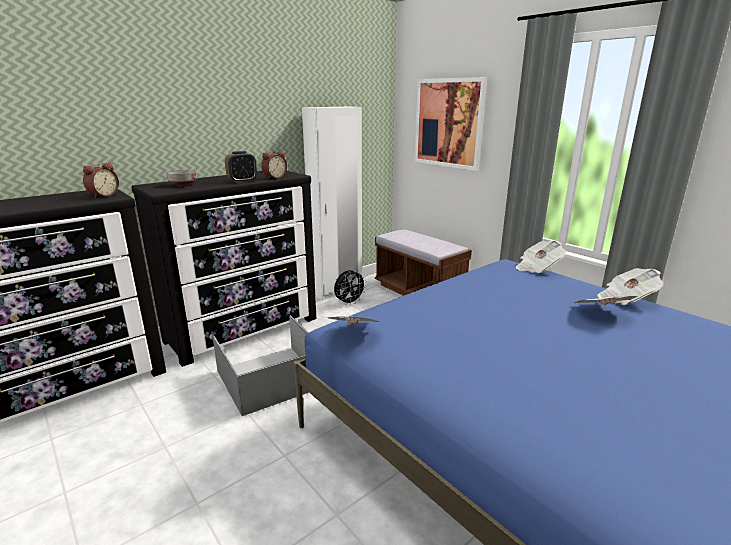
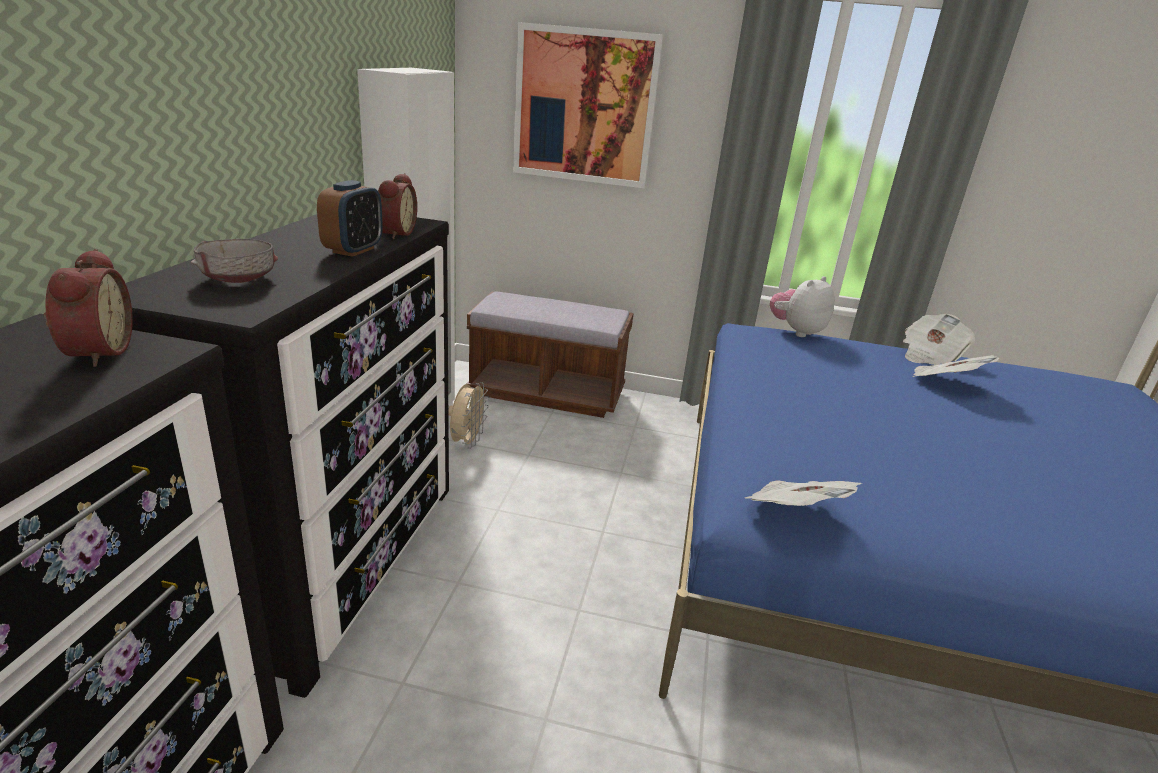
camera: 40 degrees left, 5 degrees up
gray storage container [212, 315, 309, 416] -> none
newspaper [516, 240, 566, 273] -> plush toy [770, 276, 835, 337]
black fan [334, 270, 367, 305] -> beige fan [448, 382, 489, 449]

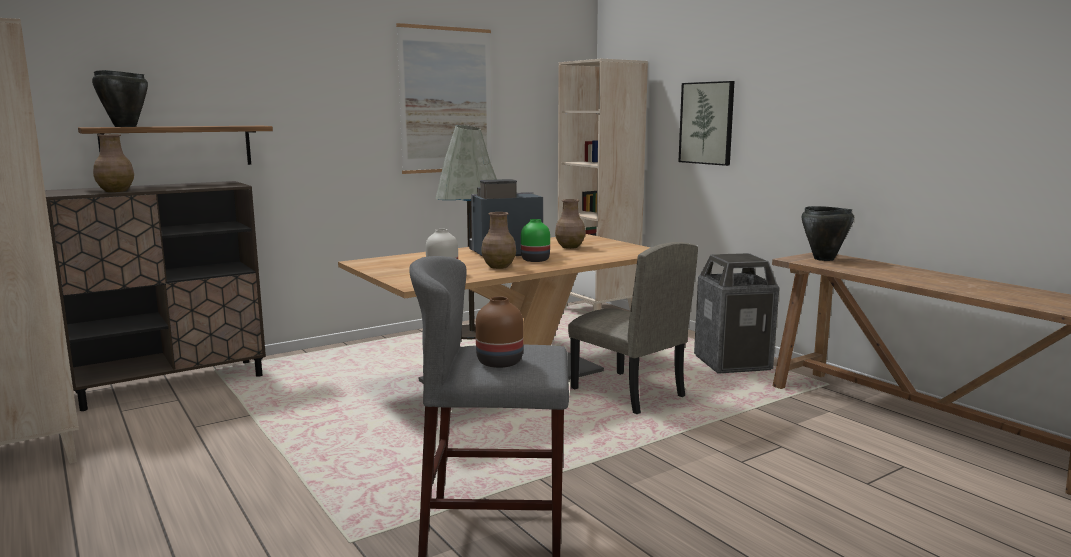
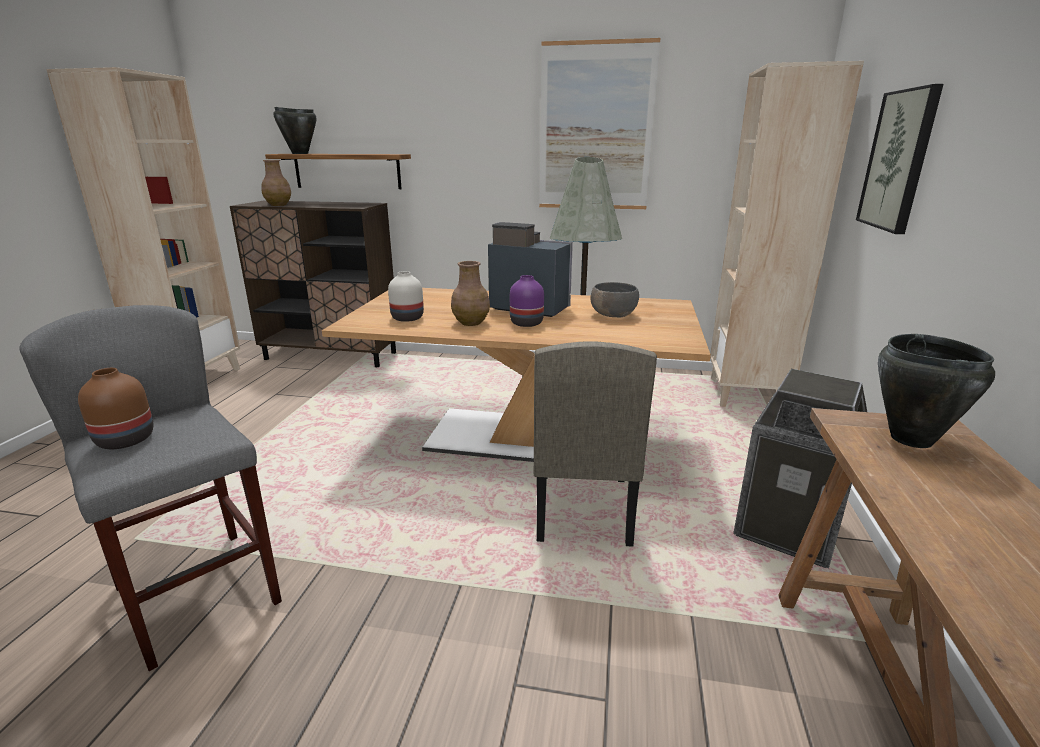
camera: 45 degrees right, 10 degrees up
brown-coloured flower vase [555, 199, 585, 249] -> gray serving bowl [591, 282, 639, 317]
green flower vase [521, 219, 550, 262] -> purple flower vase [510, 275, 544, 327]

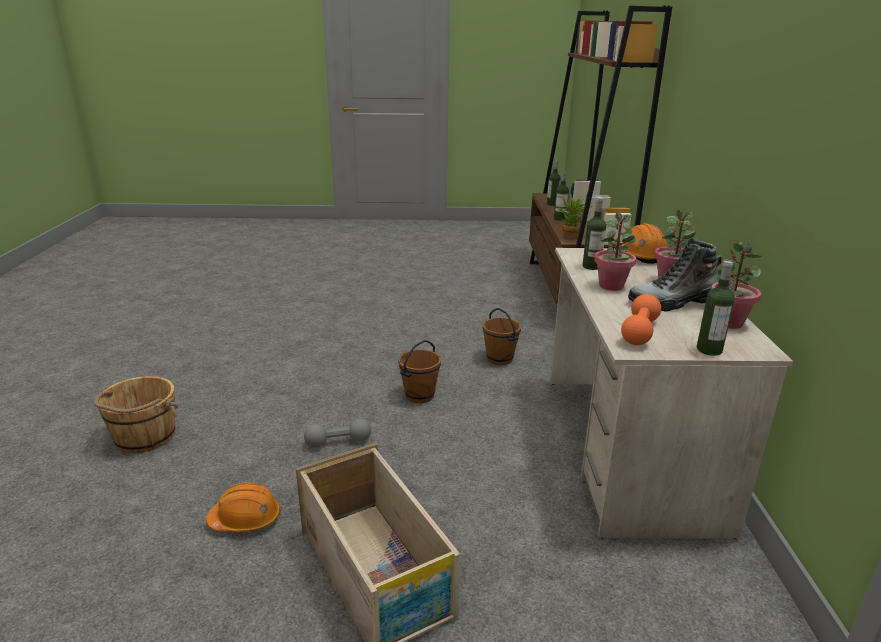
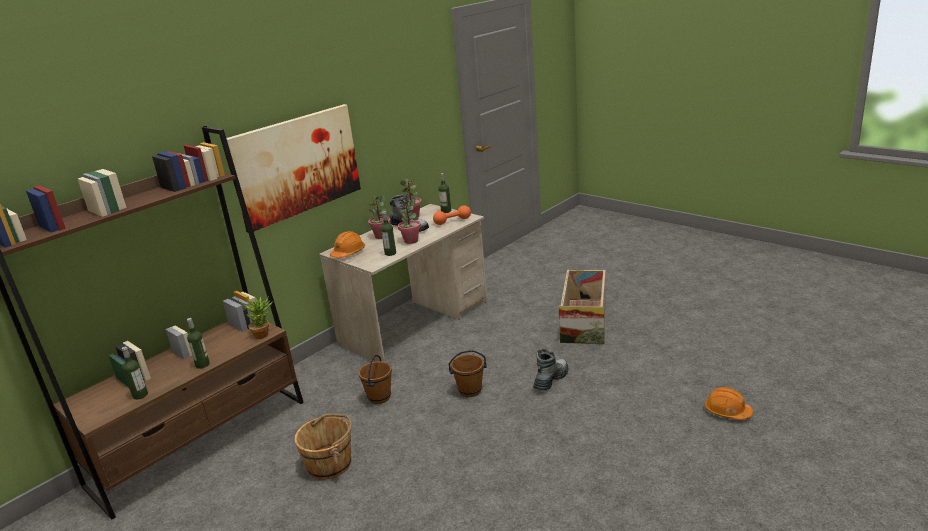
camera: 135 degrees left, 0 degrees up
none -> wall picture [226, 104, 361, 232]
brown-coloured pail [94, 376, 178, 453] -> brown-coloured pail [294, 413, 352, 480], shifted
orange-coloured work helmet [206, 482, 281, 532] -> orange-coloured work helmet [705, 387, 753, 420], shifted
gray free weight [304, 419, 371, 448] -> tall boot [533, 349, 568, 391]

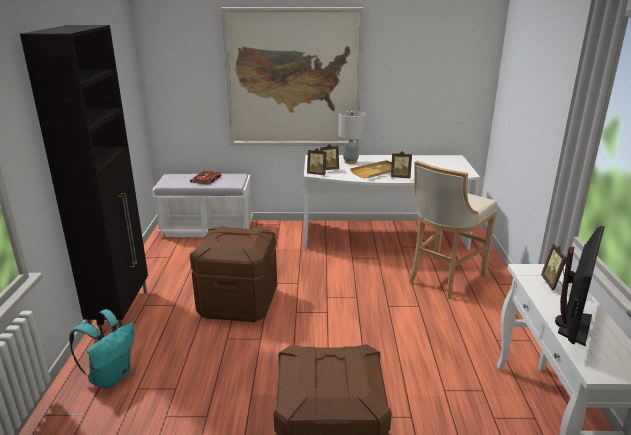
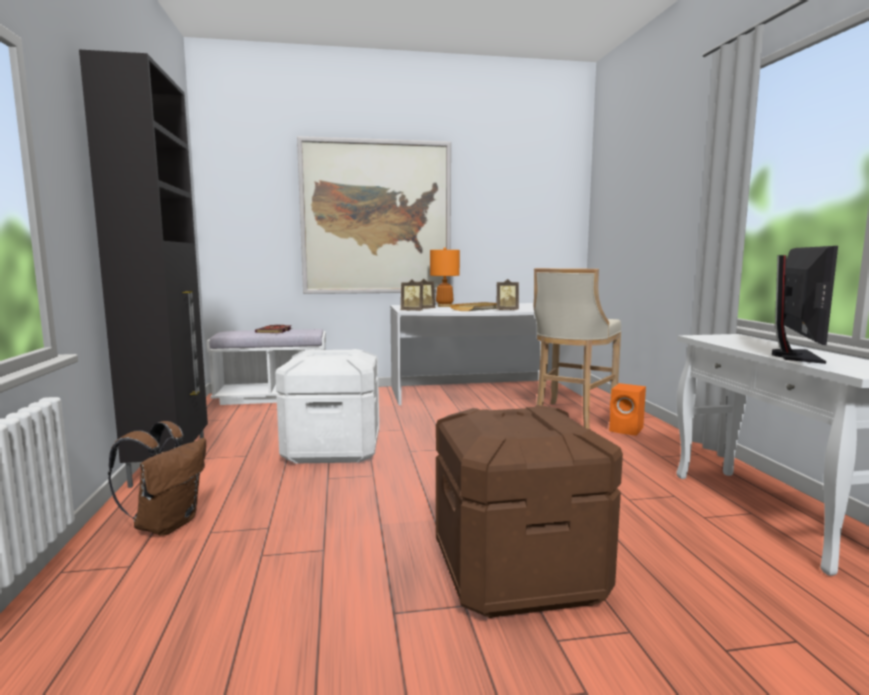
camera: 10 degrees left, 15 degrees down
picture frame [541, 243, 567, 290] -> none
none -> orange-coloured loudspeaker [609, 383, 646, 436]
blue-green rucksack [69, 309, 134, 389] -> brown-coloured rucksack [108, 421, 206, 535]
brown-coloured storage container [190, 226, 277, 323] -> white-coloured storage container [275, 349, 379, 463]
gray tabletop lamp [338, 110, 366, 164] -> orange-coloured tabletop lamp [430, 247, 460, 307]

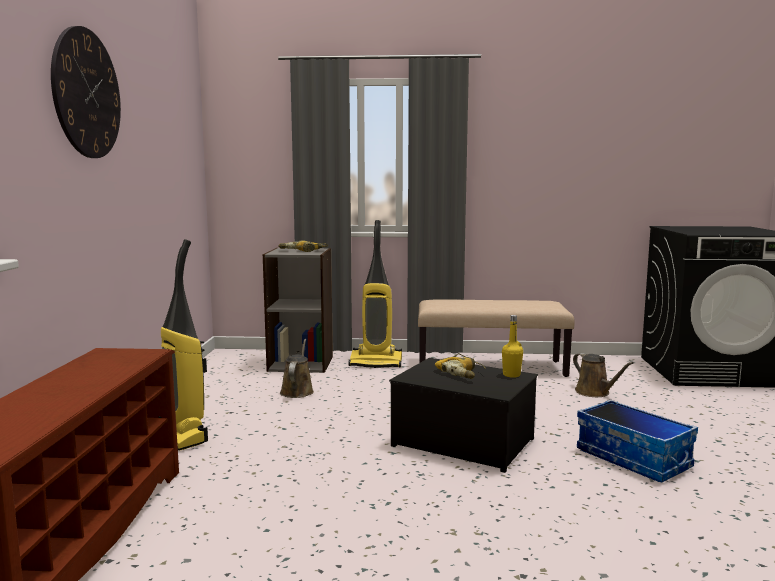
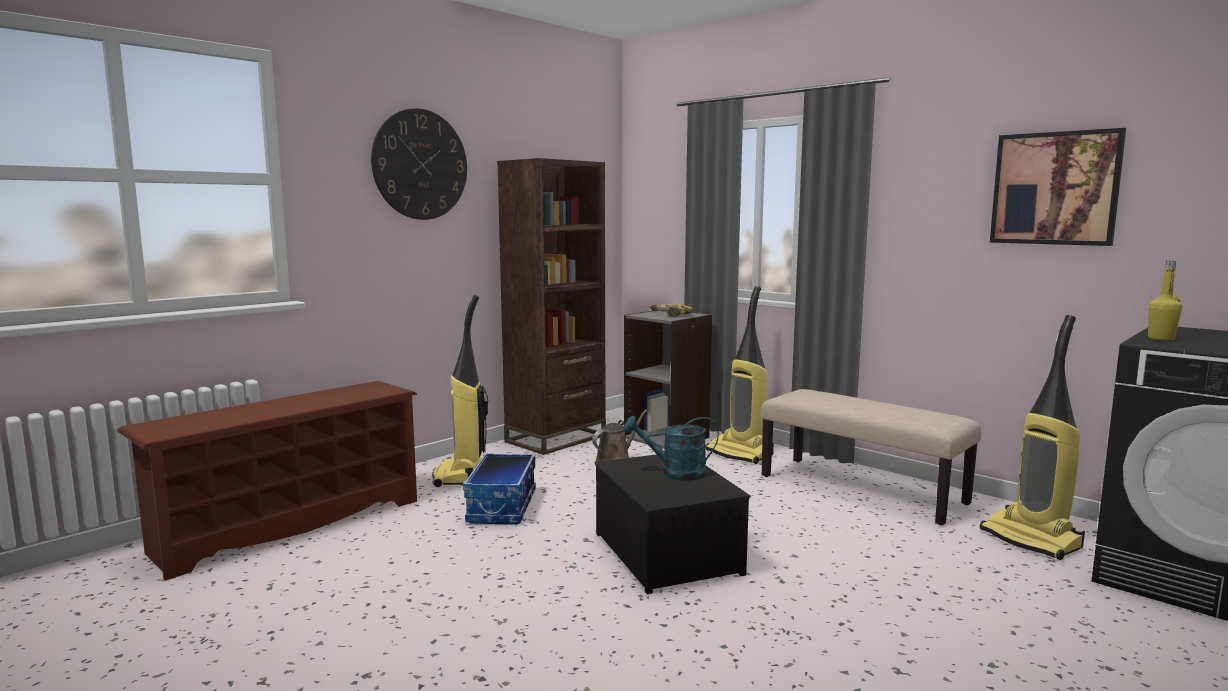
camera: 40 degrees right, 0 degrees up
brown-coloured sprinkling can [573, 353, 634, 397] -> none
none -> brown-coloured shelving unit [497, 158, 606, 455]
none -> hoover [980, 315, 1085, 560]
none -> wall picture [990, 128, 1126, 246]
yellow drink bottle [502, 315, 523, 378] -> yellow drink bottle [1148, 261, 1182, 340], shifted
storage container [577, 400, 698, 482] -> storage container [463, 453, 536, 525], shifted
electric drill [435, 353, 486, 379] -> blue-green sprinkling can [623, 416, 719, 480]

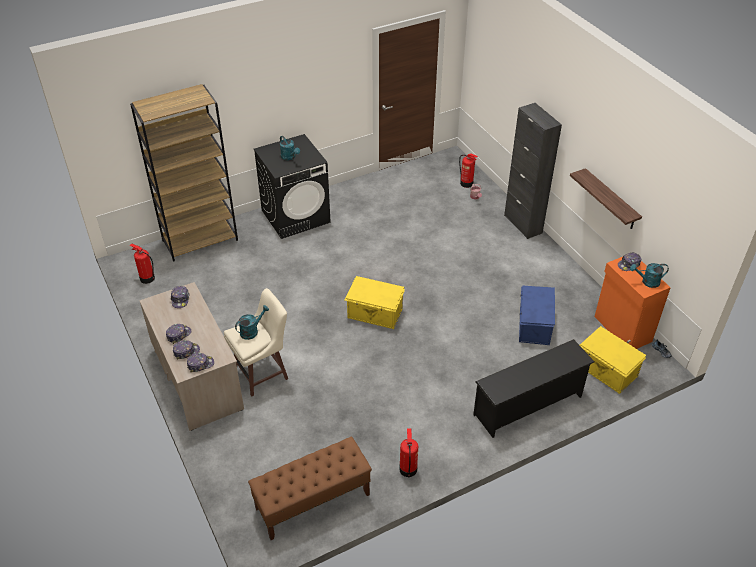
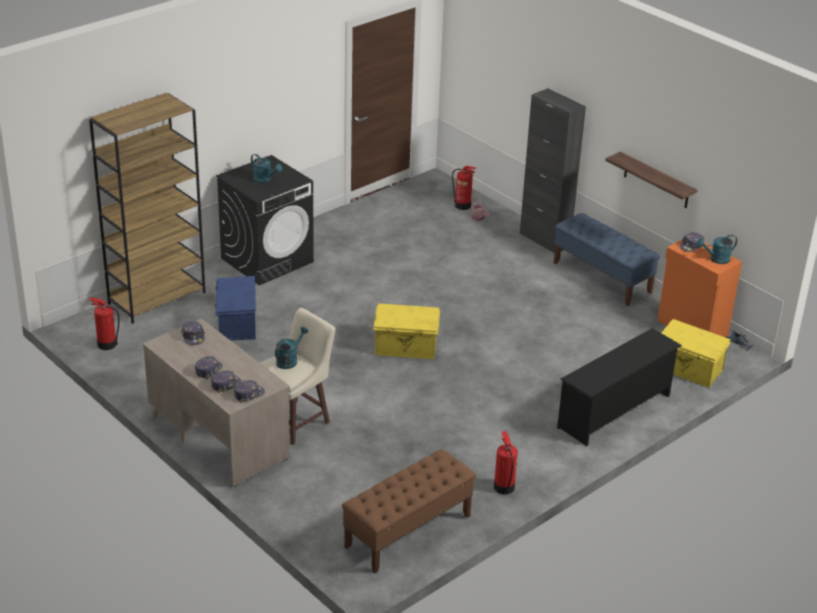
camera: 15 degrees left, 10 degrees down
none -> bluish indoor bench [554, 213, 660, 306]
bluish storage container [519, 286, 555, 345] -> bluish storage container [215, 276, 256, 340], shifted

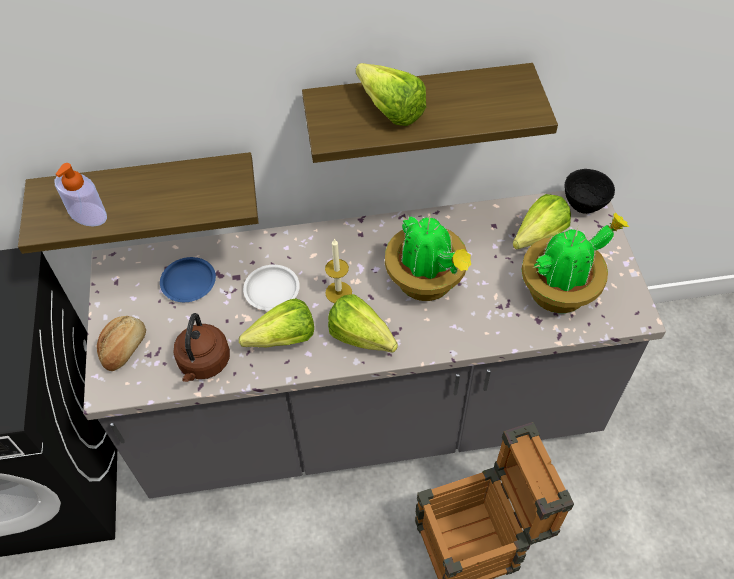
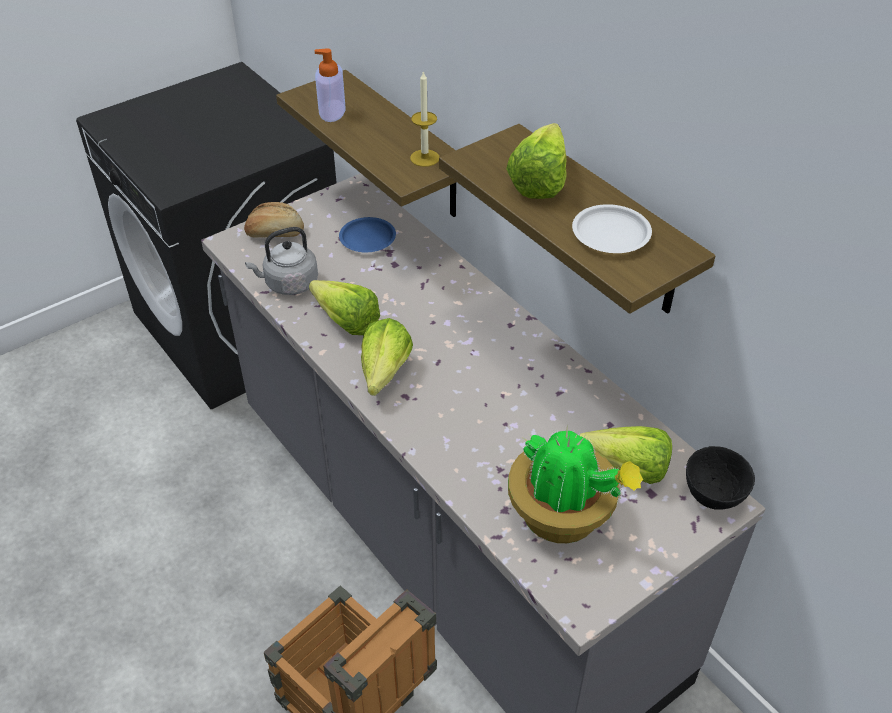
camera: 60 degrees right, 10 degrees down
houseplant [385, 213, 471, 301] -> none
white-coloured flat dish [243, 265, 300, 311] -> white-coloured flat dish [572, 204, 652, 253], shifted
wax candle [325, 238, 352, 303] -> wax candle [410, 70, 439, 167], shifted
brown-coloured water kettle [173, 313, 230, 382] -> gray water kettle [245, 227, 318, 295]

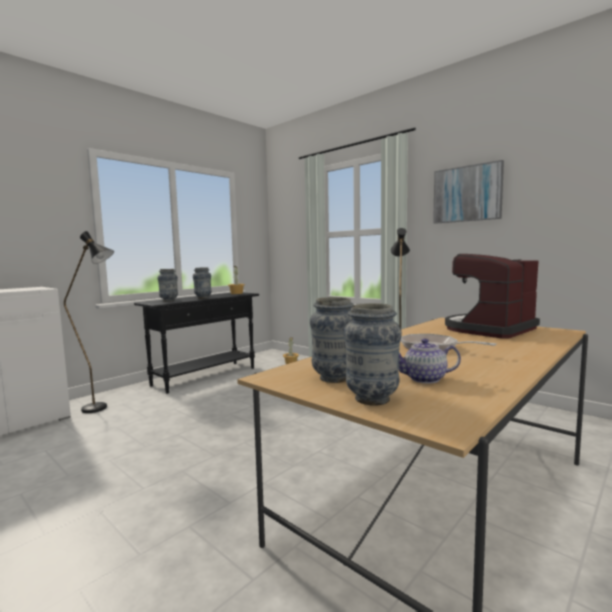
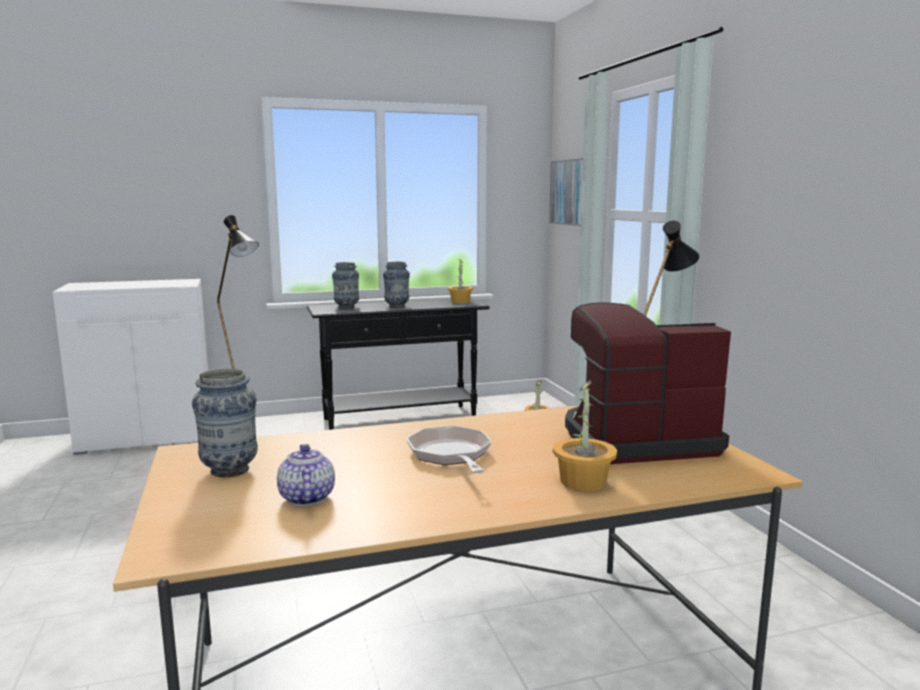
camera: 30 degrees right, 5 degrees up
flower vase [343, 303, 402, 406] -> none
none -> houseplant [553, 380, 617, 491]
wall picture [433, 160, 504, 224] -> wall picture [549, 158, 583, 226], shifted
teapot [399, 338, 461, 384] -> teapot [277, 444, 335, 506], 45 degrees clockwise

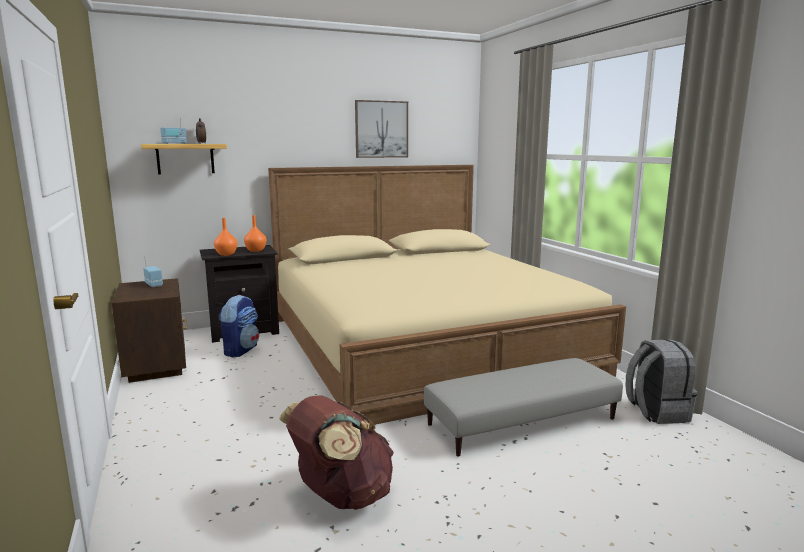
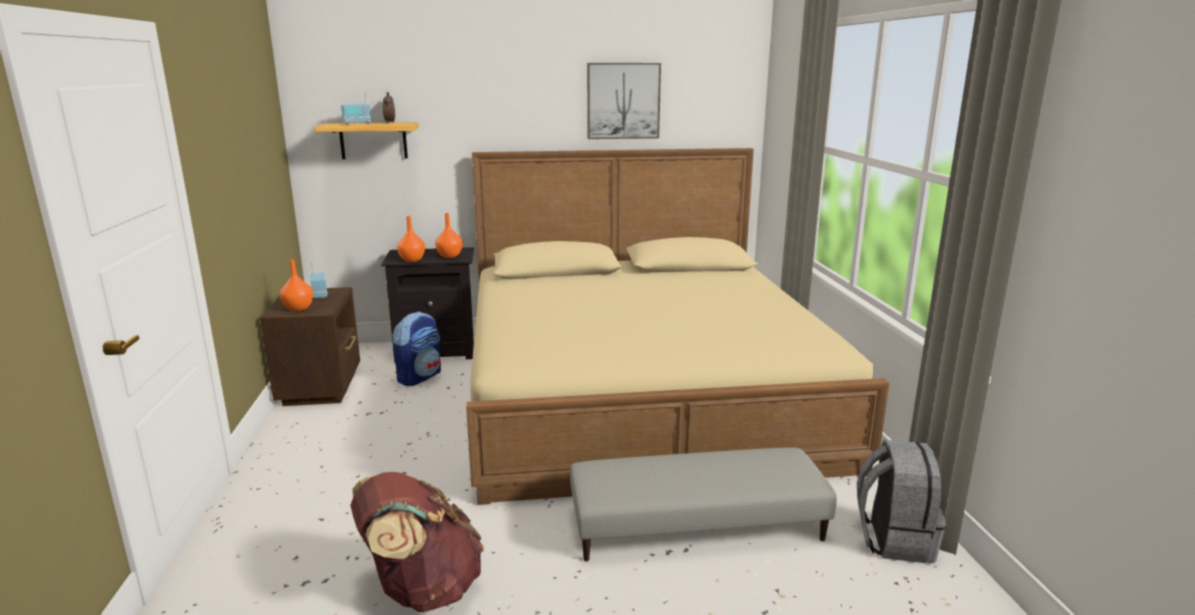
camera: 15 degrees right, 5 degrees up
none -> orange-coloured flower vase [280, 259, 313, 311]

